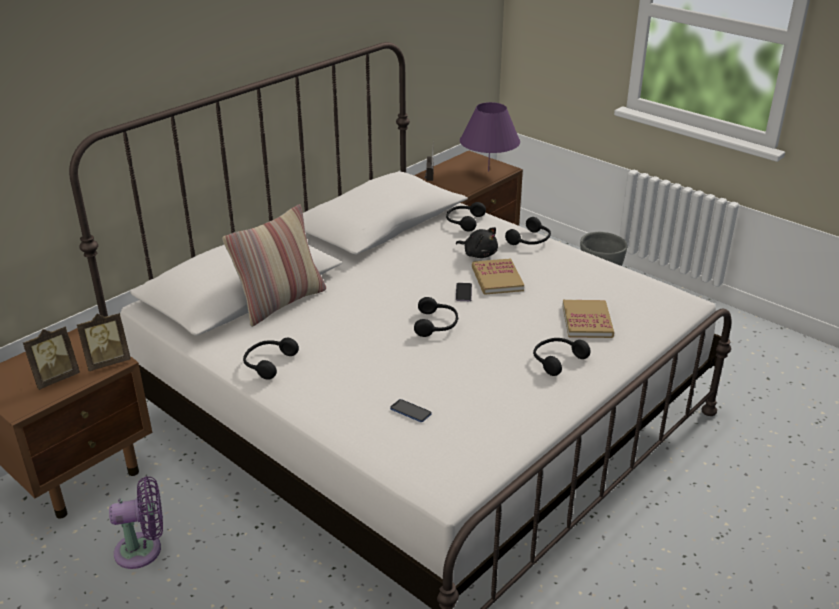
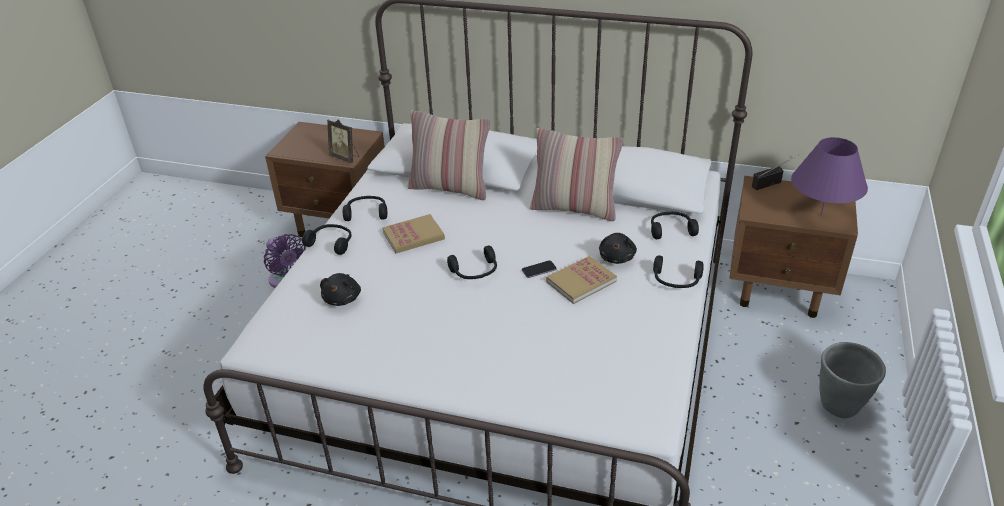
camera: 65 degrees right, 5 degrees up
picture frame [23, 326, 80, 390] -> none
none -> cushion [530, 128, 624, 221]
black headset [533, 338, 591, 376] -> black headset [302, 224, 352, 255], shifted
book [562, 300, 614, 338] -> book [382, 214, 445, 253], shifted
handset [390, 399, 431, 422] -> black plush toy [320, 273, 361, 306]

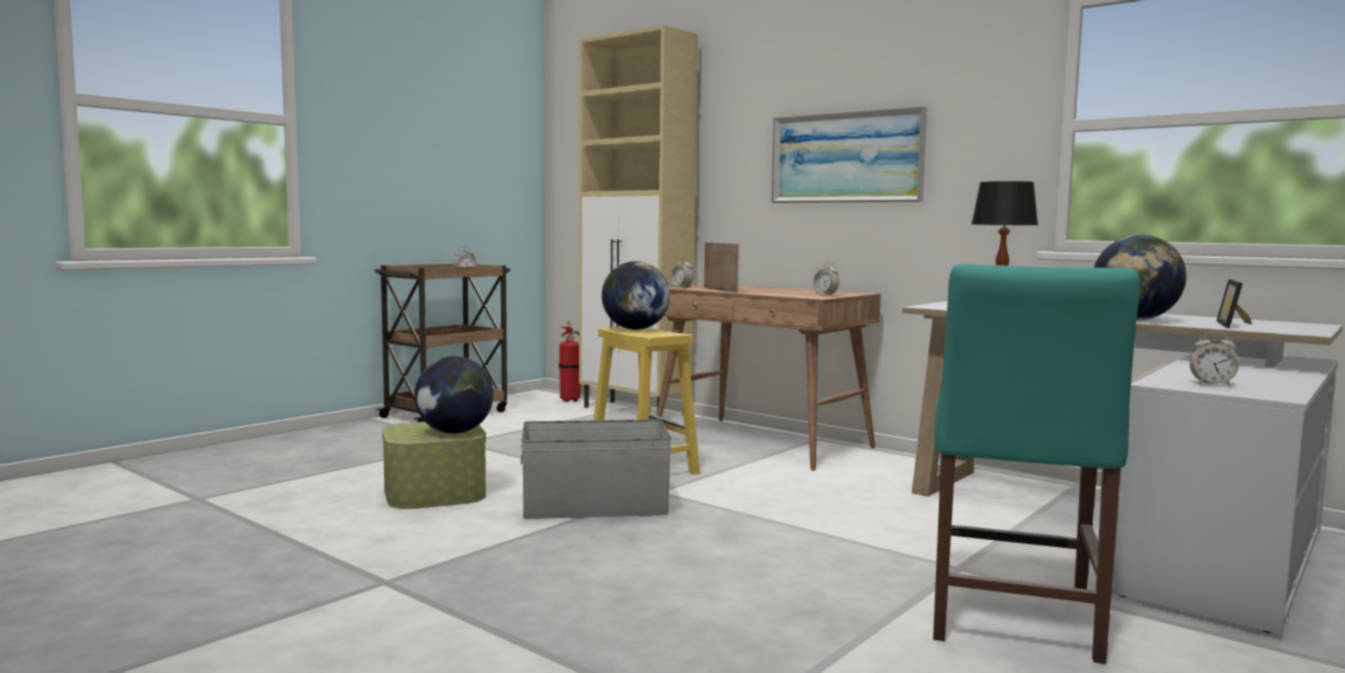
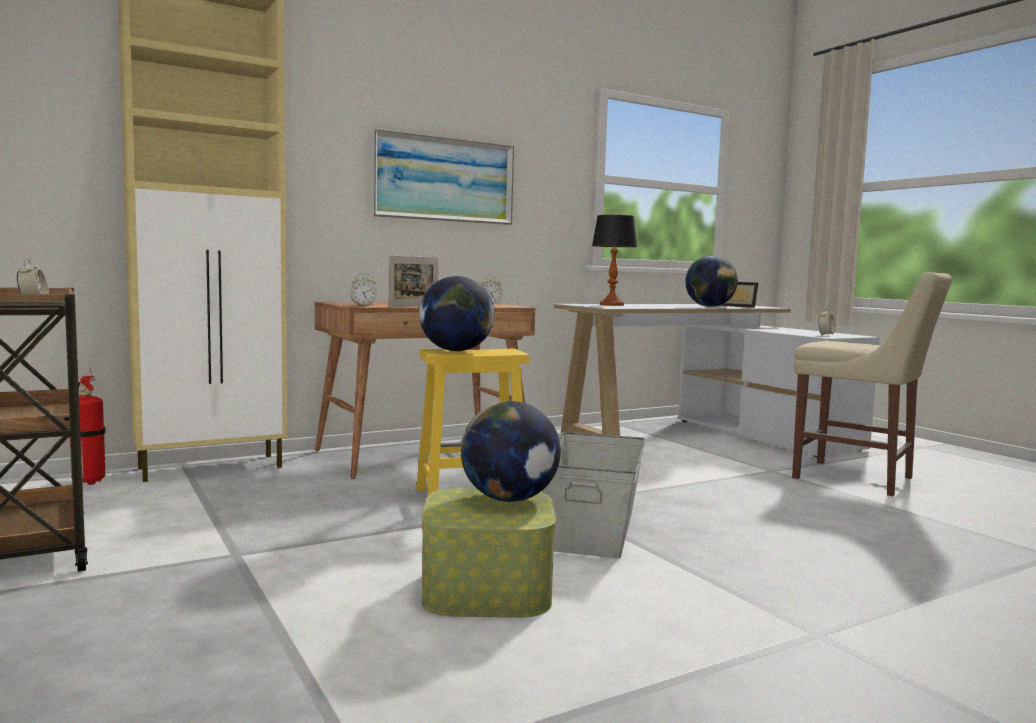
camera: 70 degrees left, 0 degrees up
blue-green upright chair [933, 264, 1140, 664] -> beige upright chair [792, 272, 952, 496]
picture frame [704, 242, 740, 293] -> picture frame [388, 255, 438, 307], 135 degrees clockwise

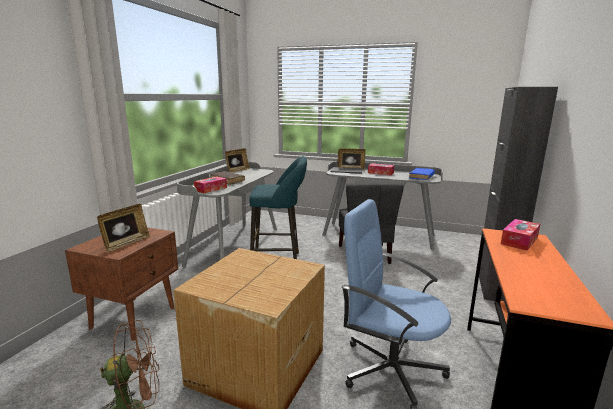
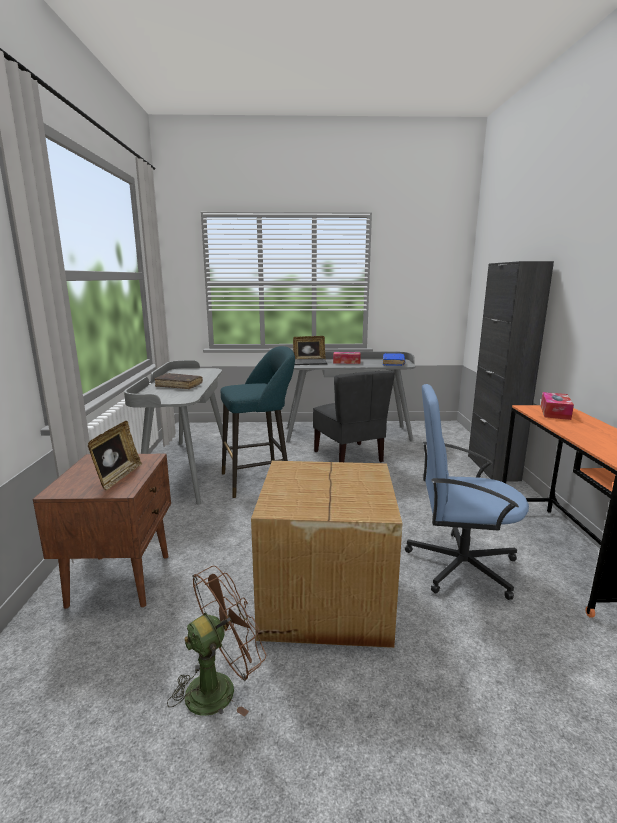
camera: 20 degrees left, 0 degrees up
tissue box [194, 177, 227, 193] -> none
picture frame [225, 148, 250, 173] -> none

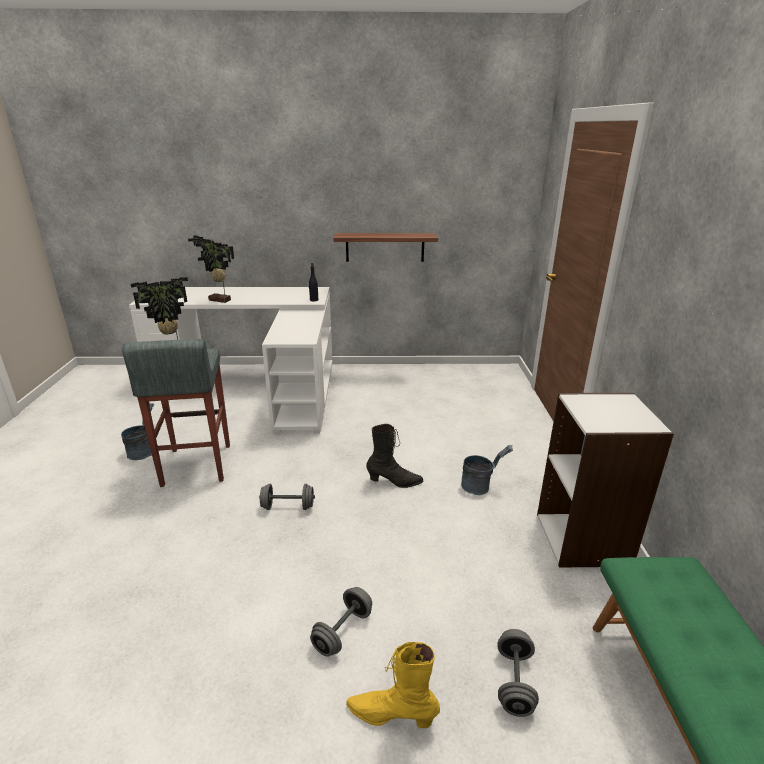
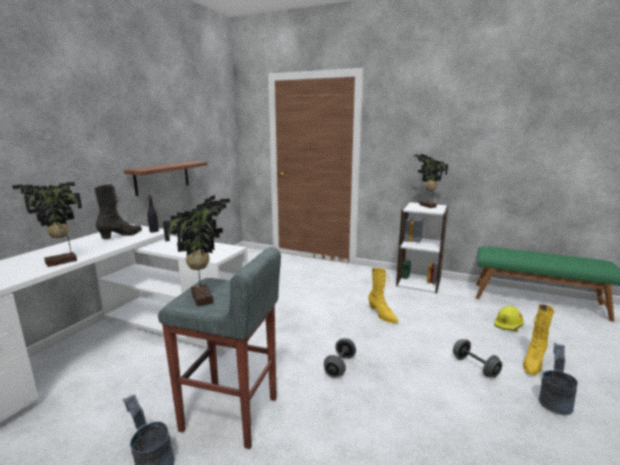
camera: 65 degrees left, 10 degrees down
none -> yellow tall boot [368, 268, 398, 323]
none -> houseplant [414, 154, 448, 208]
black tall boot [366, 424, 423, 488] -> black tall boot [95, 184, 142, 239], shifted
gray pail [461, 445, 513, 495] -> gray pail [539, 343, 578, 415], shifted
gray free weight [498, 629, 539, 717] -> yellow work helmet [494, 306, 524, 332]

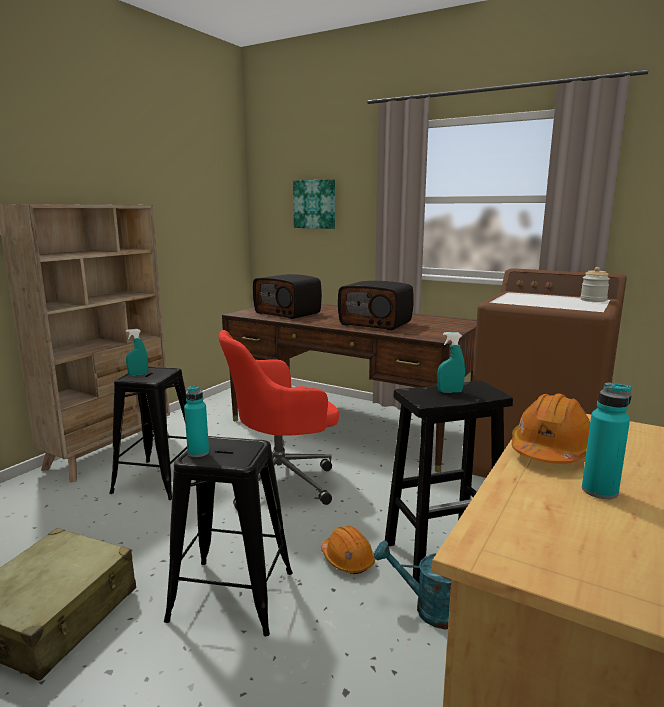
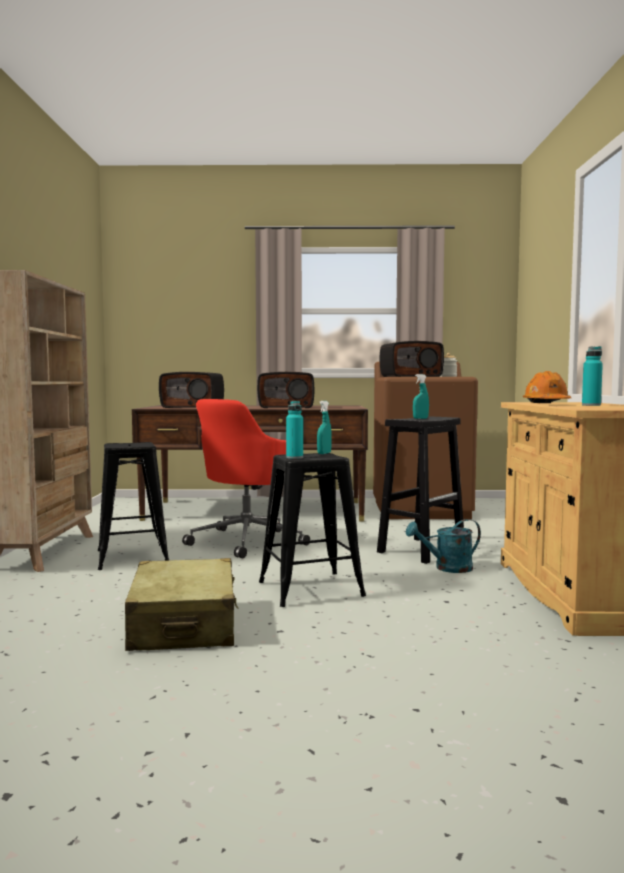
camera: 30 degrees left, 10 degrees down
wall picture [293, 179, 335, 229] -> none
orange-coloured work helmet [321, 526, 375, 574] -> none
none -> radio receiver [380, 341, 444, 377]
blue-green sprayer [126, 329, 148, 376] -> blue-green sprayer [317, 401, 332, 454], shifted

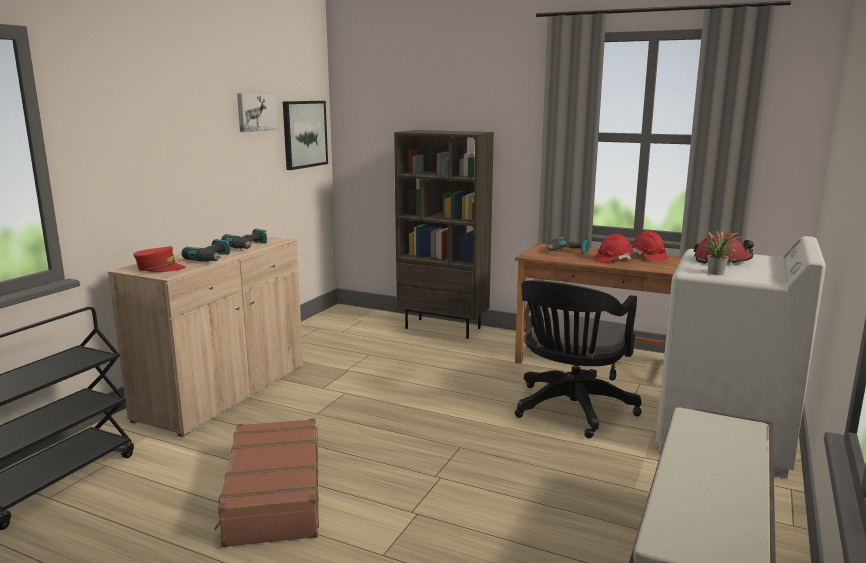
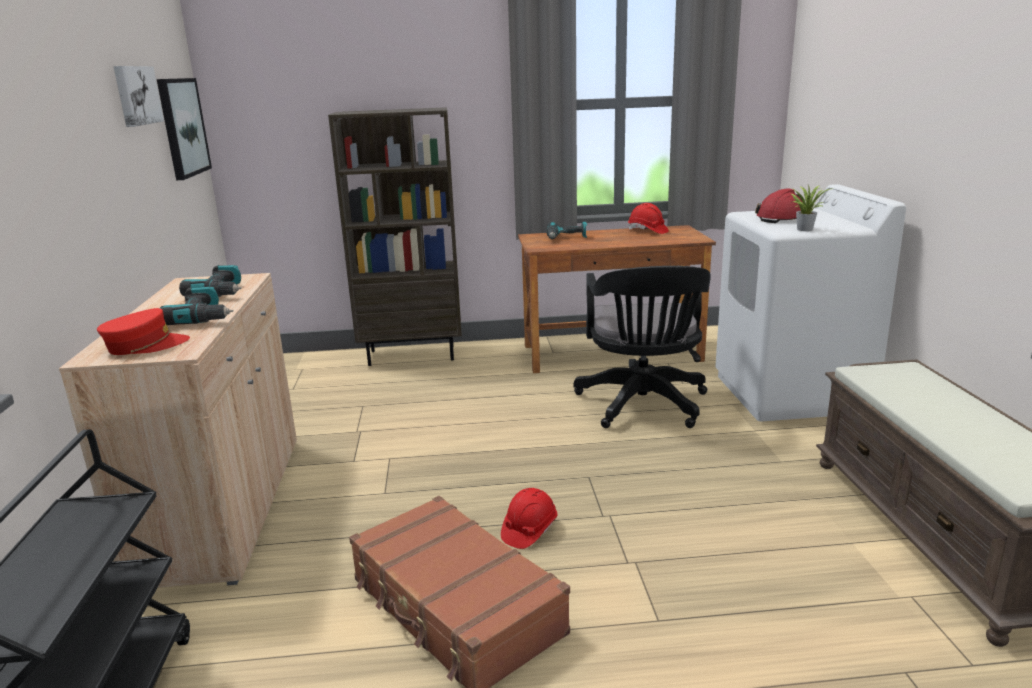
camera: 30 degrees left, 5 degrees up
red-coloured work helmet [594, 234, 633, 263] -> red-coloured work helmet [501, 488, 557, 549], shifted

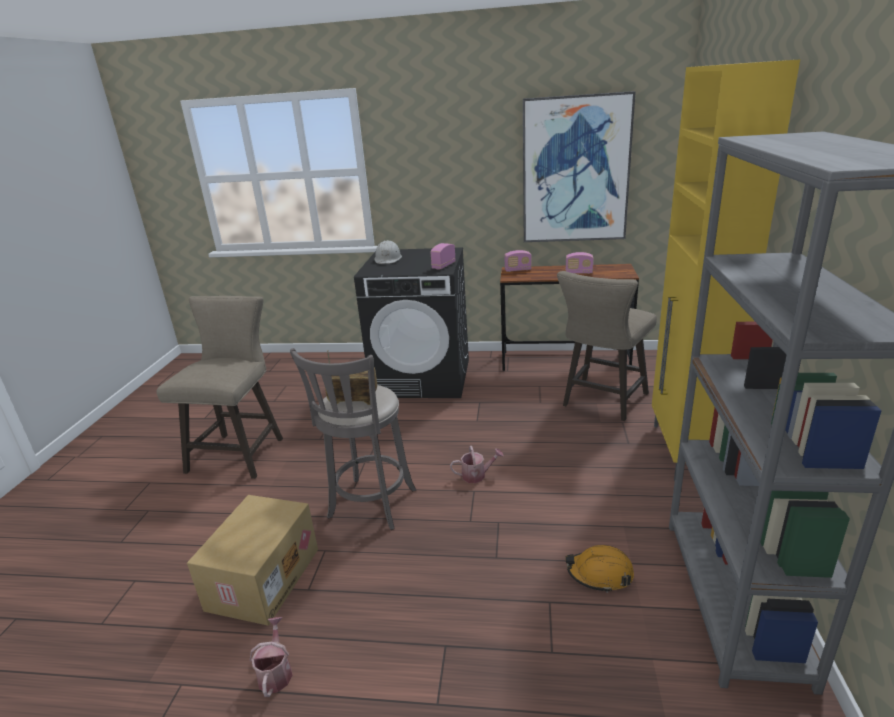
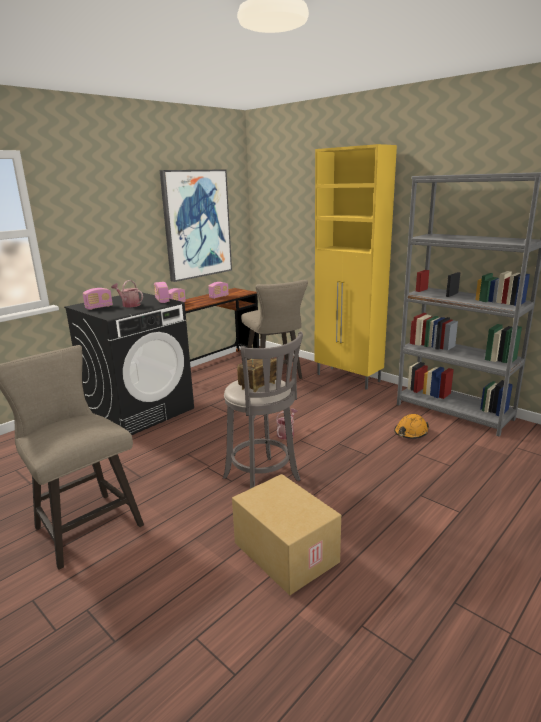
camera: 55 degrees left, 5 degrees down
sprinkling can [249, 617, 292, 697] -> sprinkling can [111, 280, 143, 307], shifted
white-coloured work helmet [374, 240, 402, 264] -> radio receiver [83, 288, 113, 310]

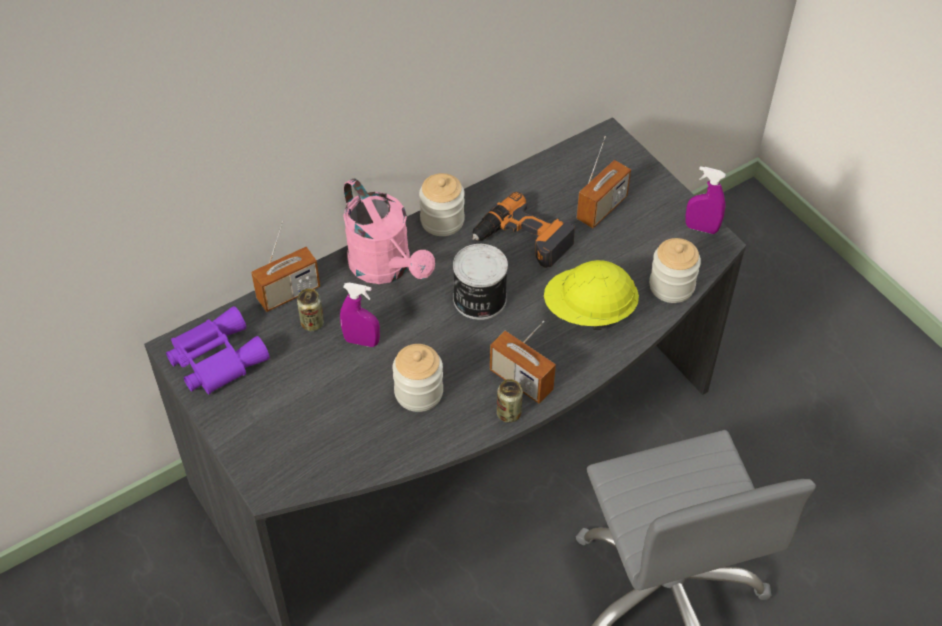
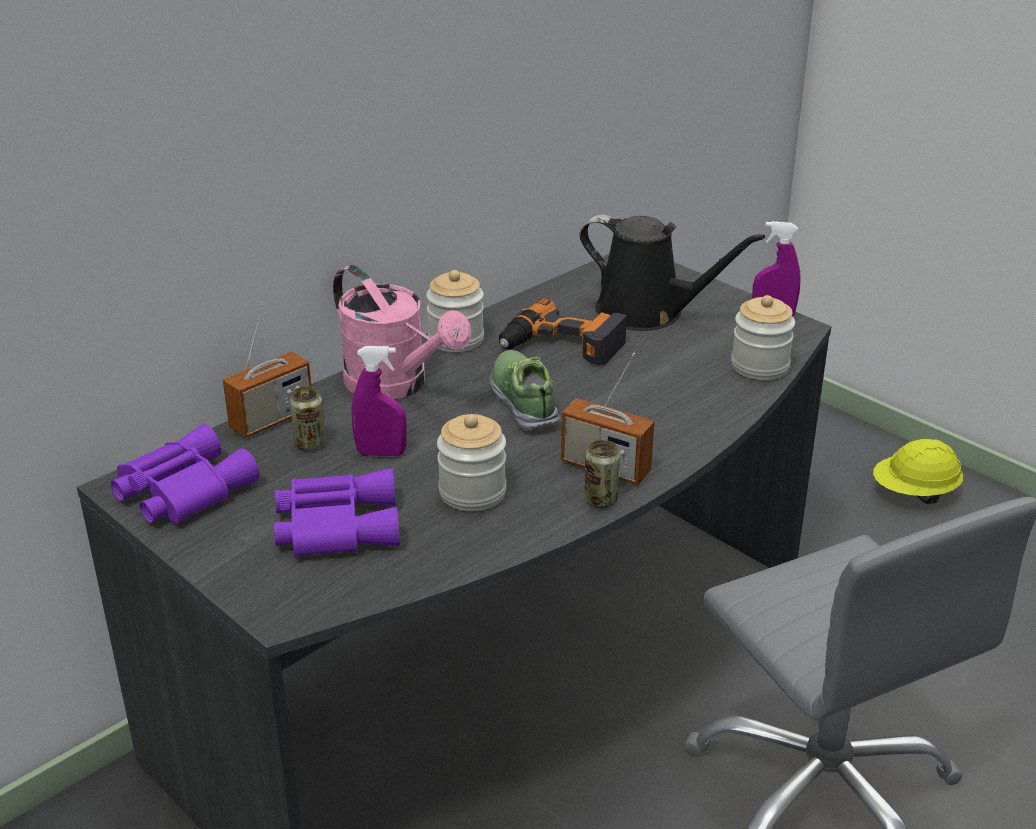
camera: 10 degrees left, 20 degrees down
none -> purple pair of binoculars [274, 468, 400, 557]
yellow work helmet [544, 260, 639, 330] -> yellow work helmet [873, 439, 963, 504], shifted
sealed can [453, 244, 508, 320] -> item of footwear [490, 350, 560, 431]
radio receiver [576, 136, 631, 228] -> black sprinkling can [579, 215, 765, 331]

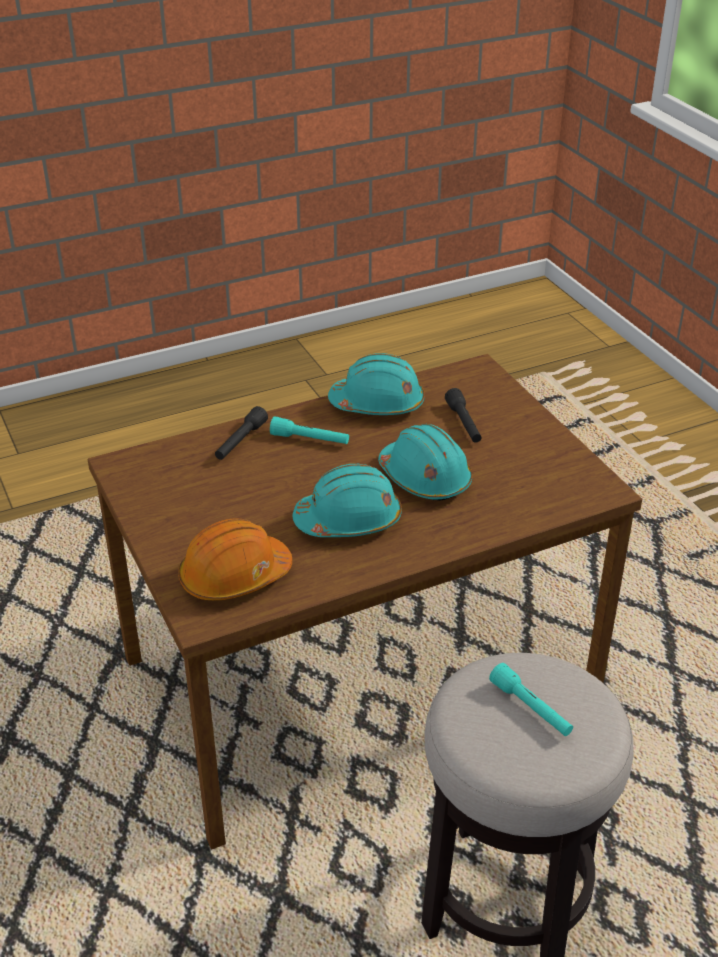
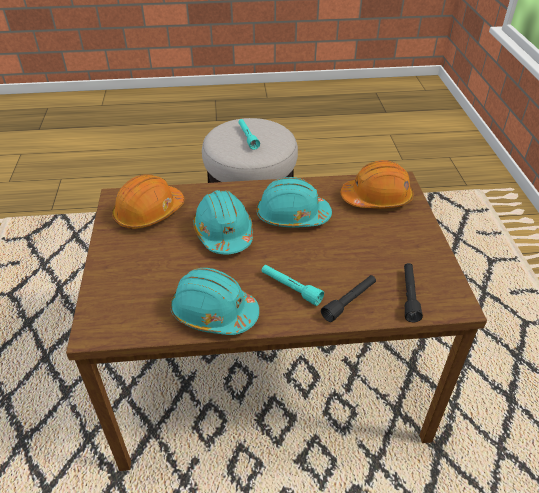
camera: 160 degrees left, 5 degrees up
none -> orange-coloured work helmet [112, 174, 184, 229]
black hand torch [445, 388, 482, 443] -> black hand torch [404, 263, 423, 322], shifted

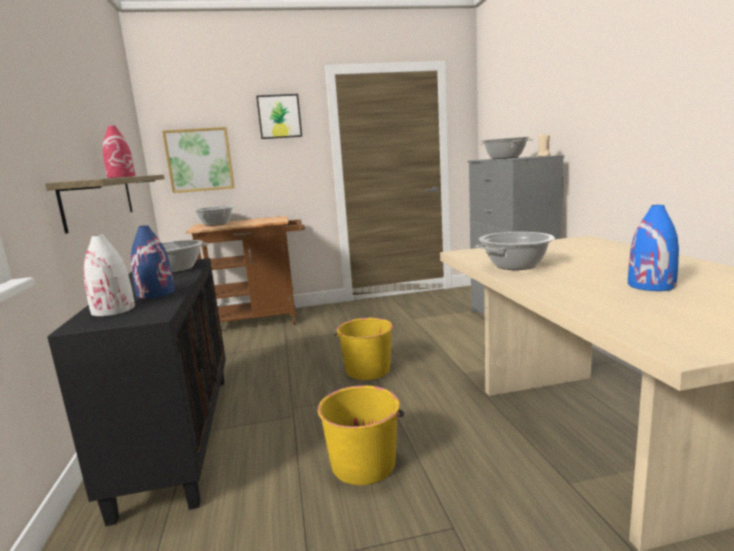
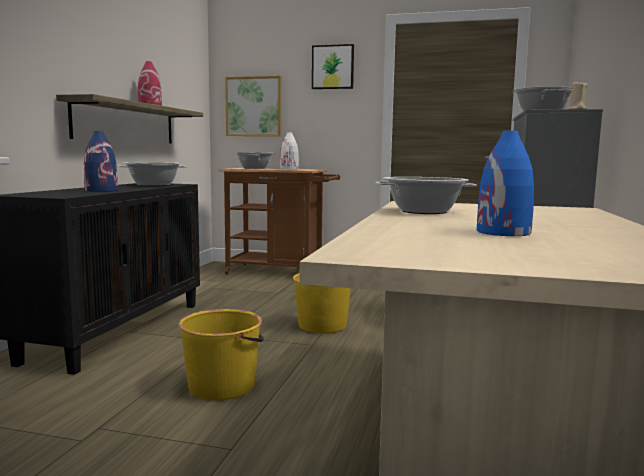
camera: 25 degrees right, 5 degrees down
white-coloured flower vase [83, 235, 135, 317] -> white-coloured flower vase [280, 132, 299, 169], shifted

